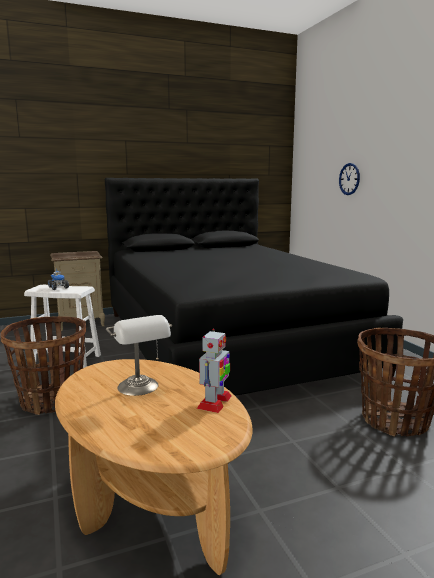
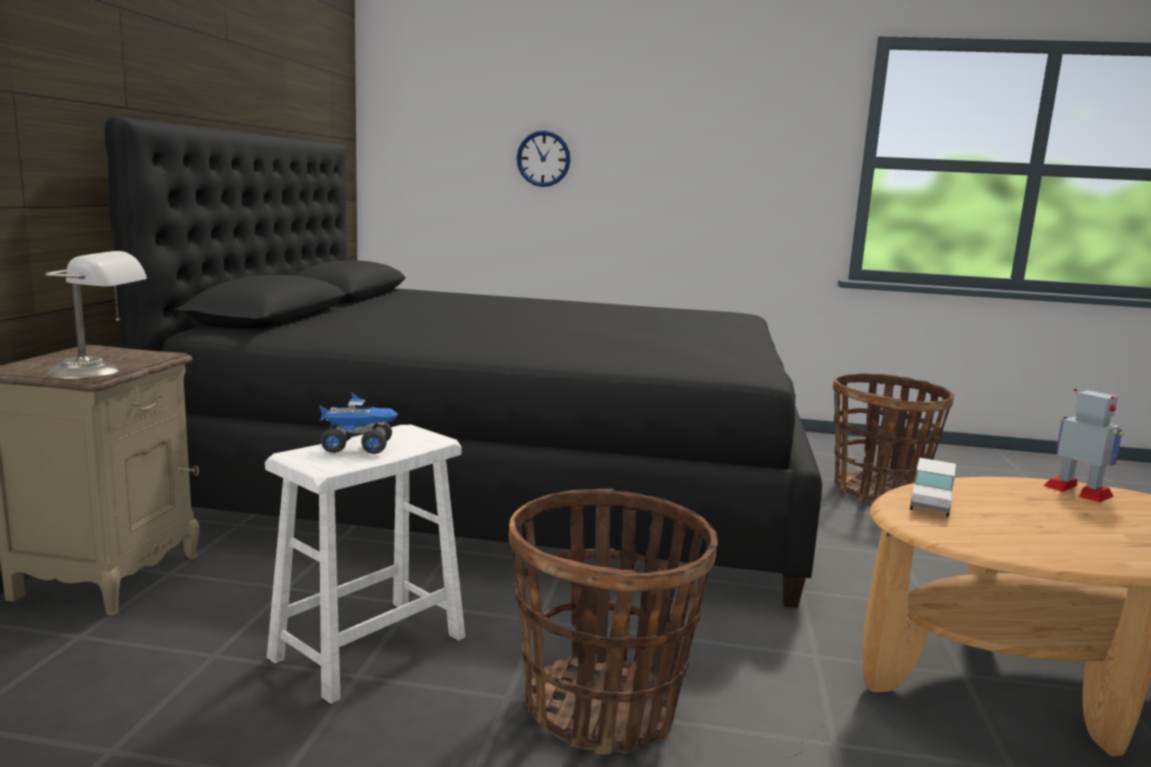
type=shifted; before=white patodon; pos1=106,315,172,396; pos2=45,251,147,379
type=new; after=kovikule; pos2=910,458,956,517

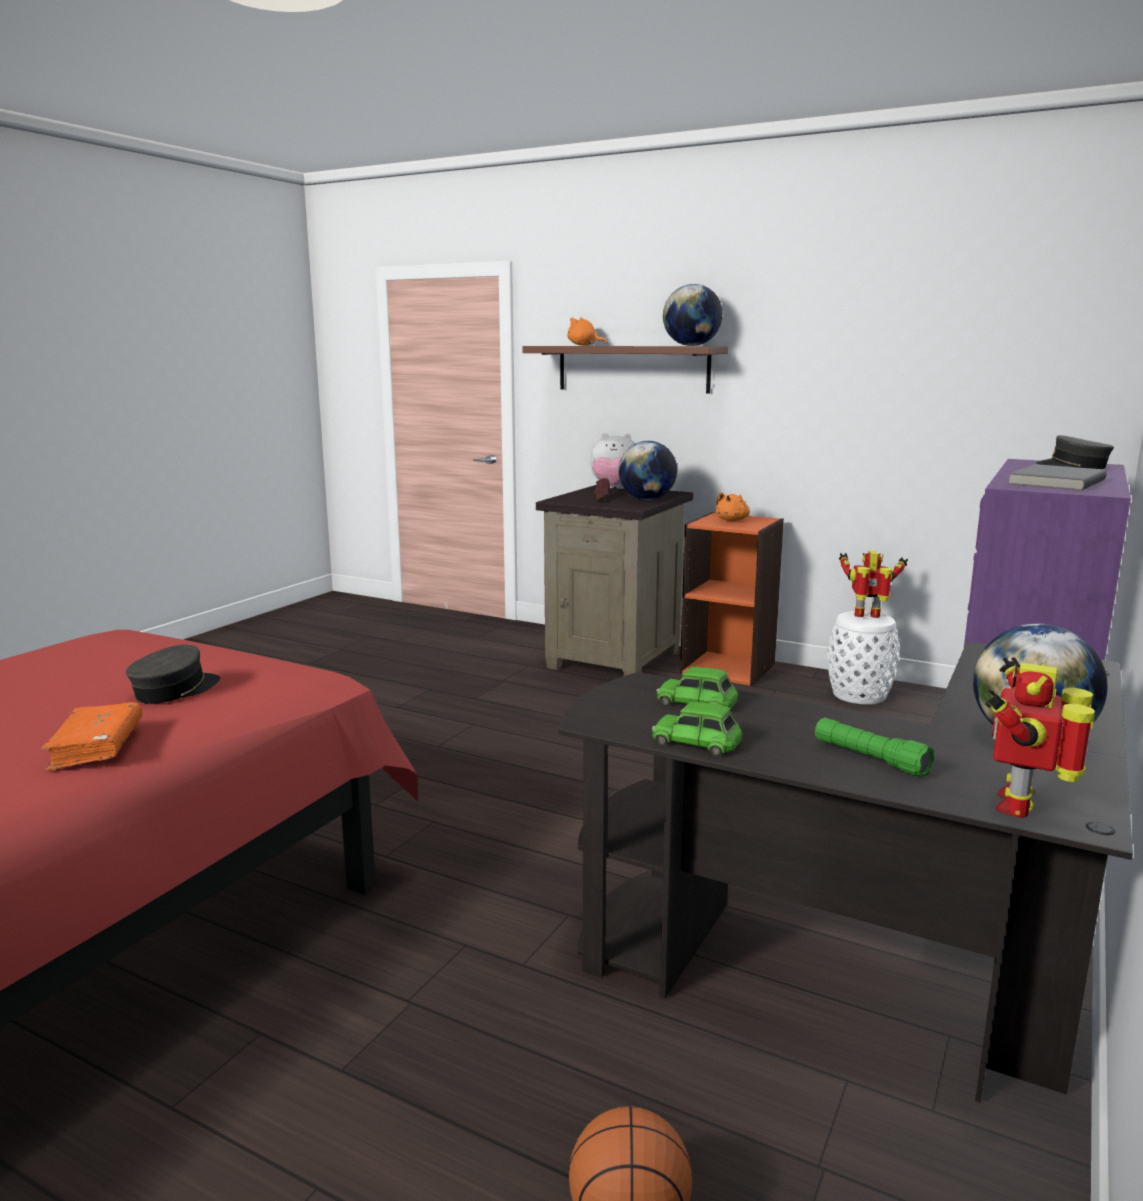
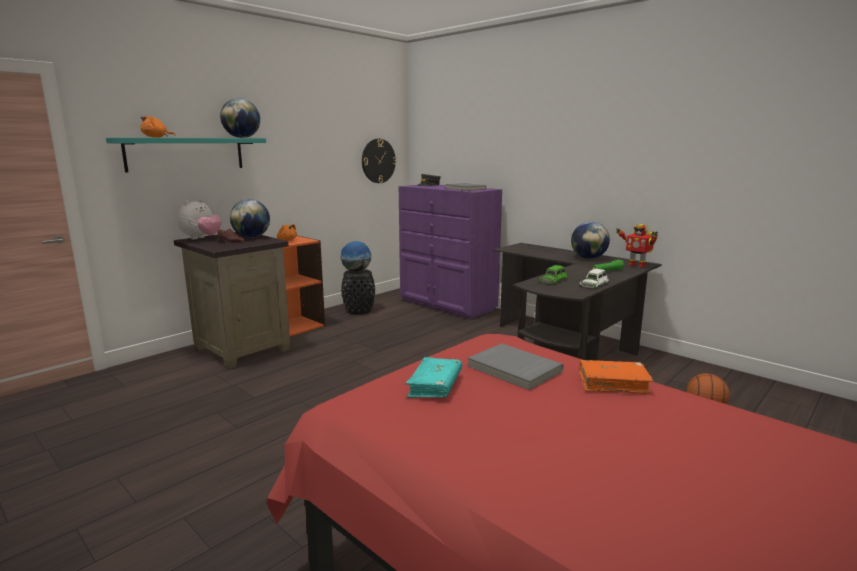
type=repainted; before=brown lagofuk; after=turquoise lagofuk; pos1=522,346,728,393; pos2=106,138,266,172
type=swapped; before=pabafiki; after=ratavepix; pos1=839,551,908,618; pos2=341,241,371,272
type=repainted; before=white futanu; after=black futanu; pos1=827,611,900,705; pos2=341,269,375,315
type=new; after=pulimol; pos2=362,139,396,183
type=new; after=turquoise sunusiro; pos2=406,357,462,398
type=swapped; before=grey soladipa; after=grey sunusiro; pos1=126,644,220,704; pos2=468,343,563,390
type=repainted; before=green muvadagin; after=white muvadagin; pos1=652,701,743,756; pos2=580,269,609,289

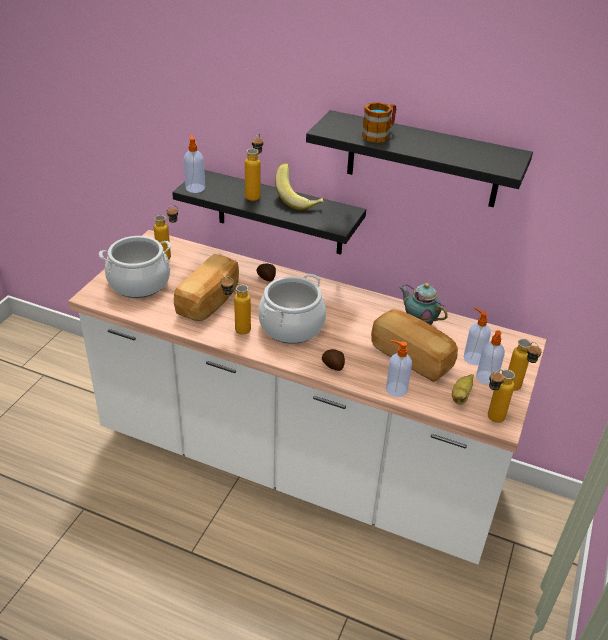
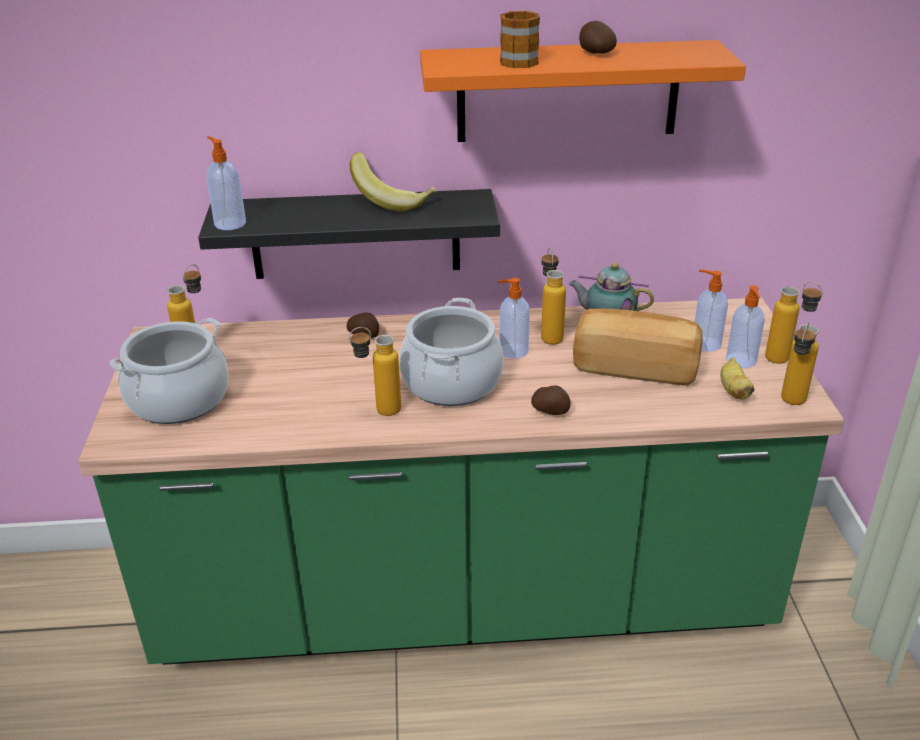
type=repainted; before=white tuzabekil; after=green tuzabekil; pos1=68,230,547,564; pos2=78,297,844,665
type=repainted; before=black lagofuk; after=orange lagofuk; pos1=306,110,533,207; pos2=420,40,746,142
type=shifted; before=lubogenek; pos1=386,340,412,397; pos2=497,278,530,359
type=shifted; before=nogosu; pos1=245,133,263,201; pos2=541,248,566,345
type=new; after=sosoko; pos2=579,21,617,54
type=gone; before=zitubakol; pos1=174,254,239,321

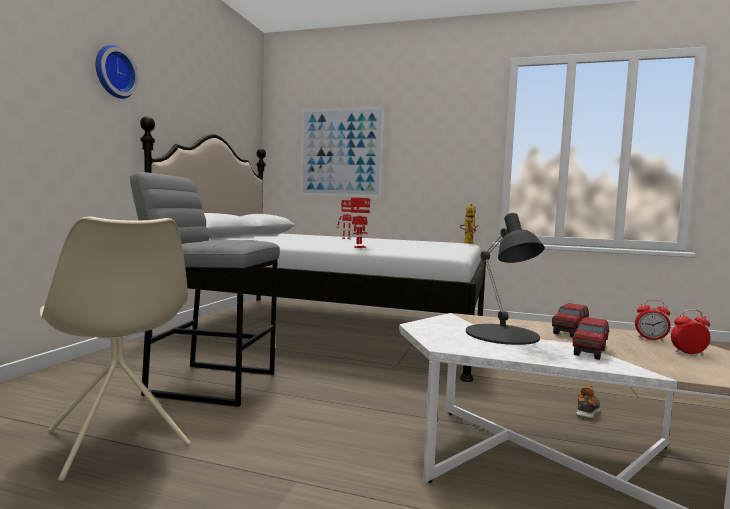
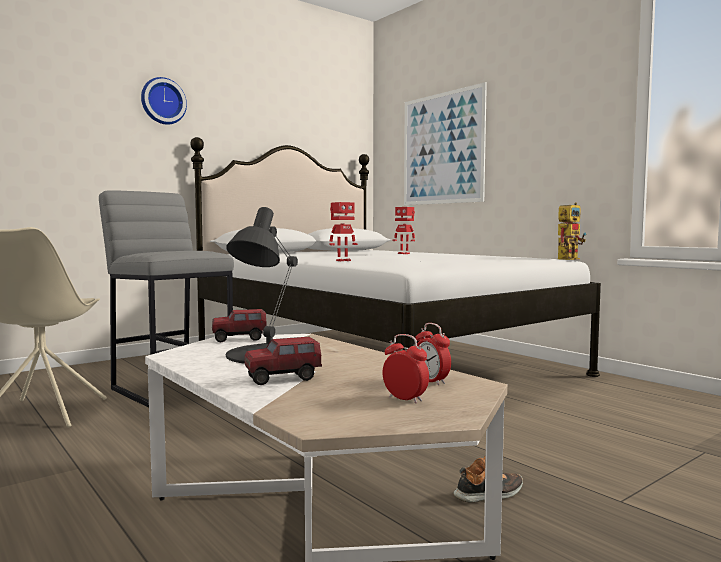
type=shifted; before=kovikule; pos1=552,303,589,337; pos2=212,309,267,342

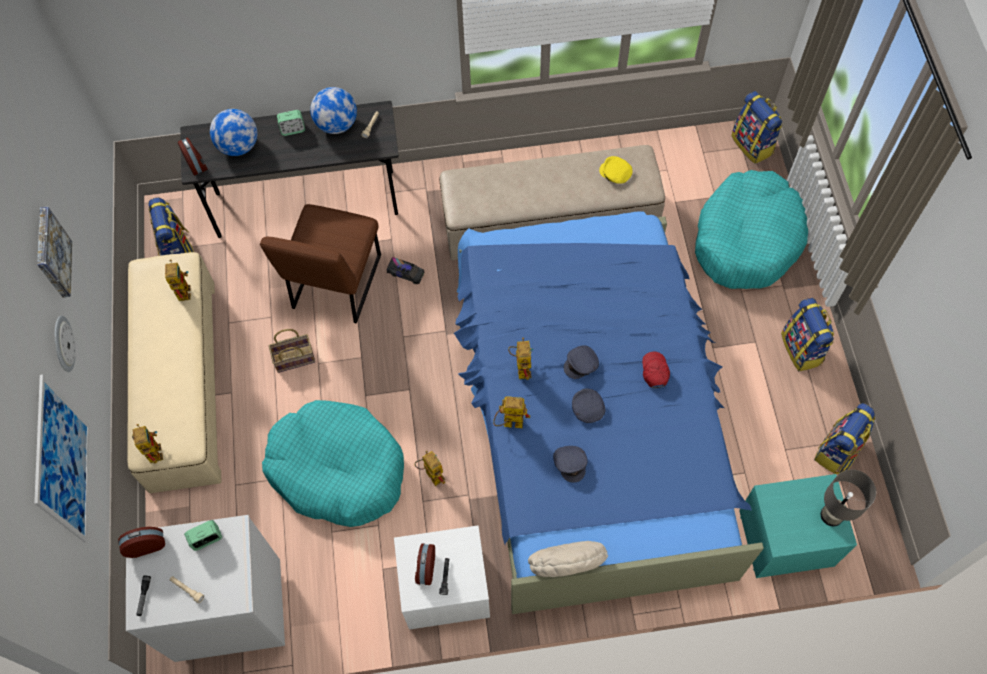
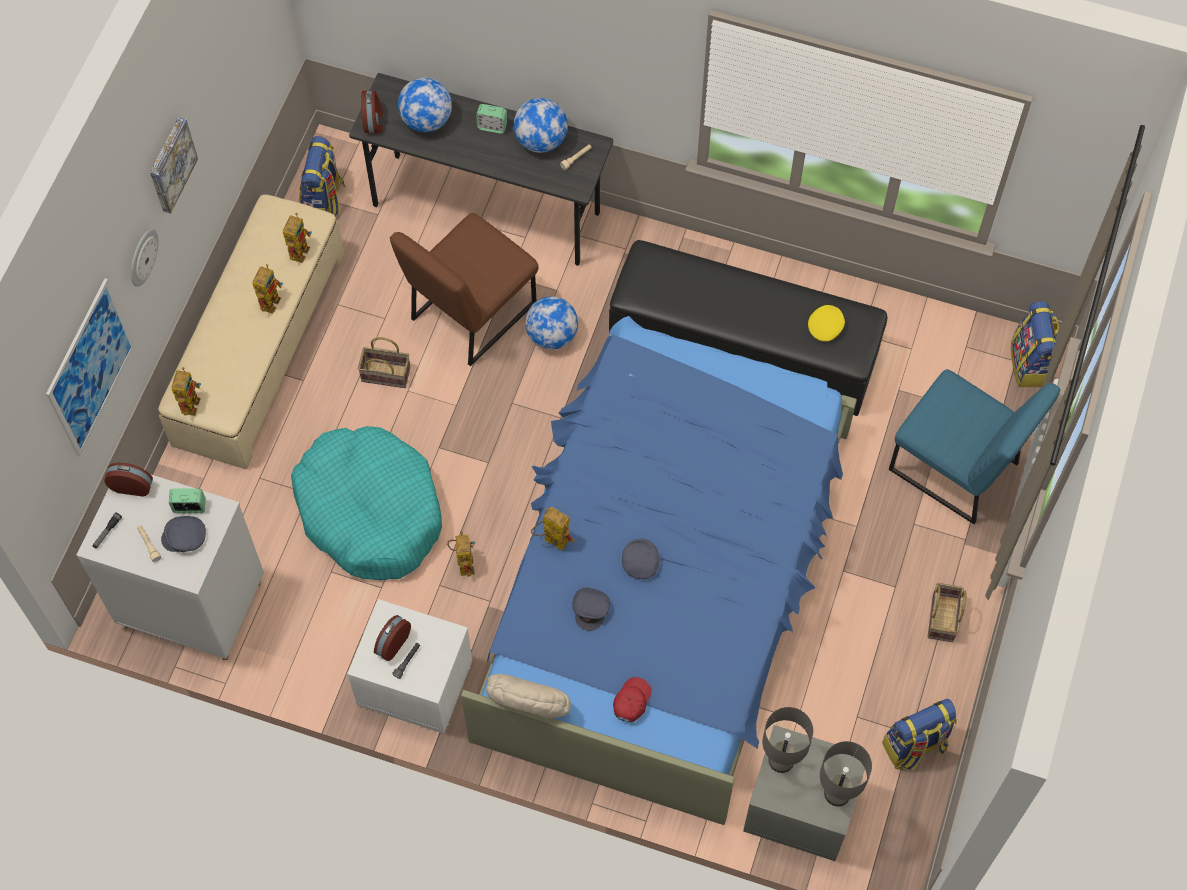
type=shifted; before=grey soladipa; pos1=564,345,599,379; pos2=161,516,206,552
type=shifted; before=pabafiki; pos1=508,338,533,380; pos2=252,264,283,314
type=swapped; before=kovikule; after=ratavepix; pos1=387,257,424,284; pos2=525,296,578,349
type=repainted; before=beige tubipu; after=black tubipu; pos1=439,145,665,260; pos2=609,240,888,416
type=shifted; before=red soladipa; pos1=642,352,670,388; pos2=613,677,651,722
type=repainted; before=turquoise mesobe; after=grey mesobe; pos1=739,474,857,578; pos2=743,725,865,861
type=new; after=grey patodon; pos2=762,707,813,773
type=rotated; before=yellow soladipa; pos1=599,156,633,184; pos2=808,305,845,342; turn=75
type=swapped; before=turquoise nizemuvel; after=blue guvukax; pos1=695,170,808,289; pos2=889,369,1060,524
type=swapped; before=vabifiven; after=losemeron; pos1=781,298,834,371; pos2=928,583,966,642

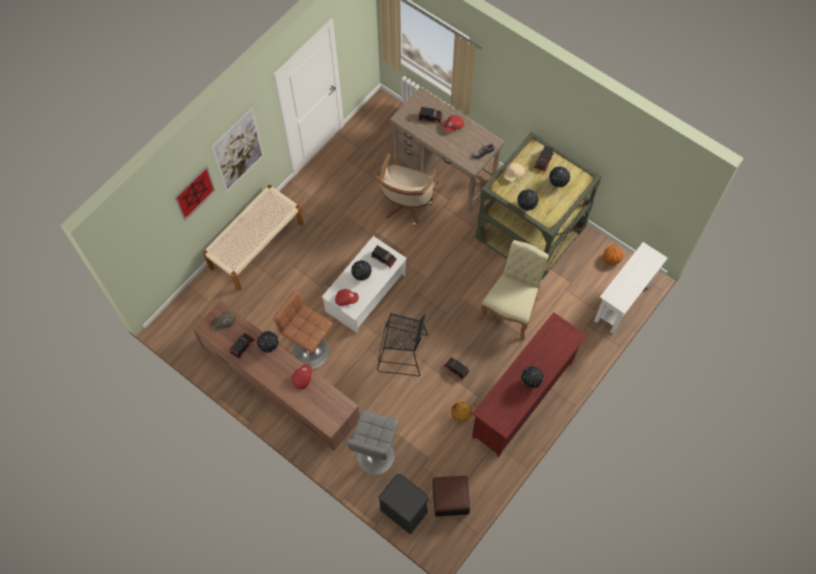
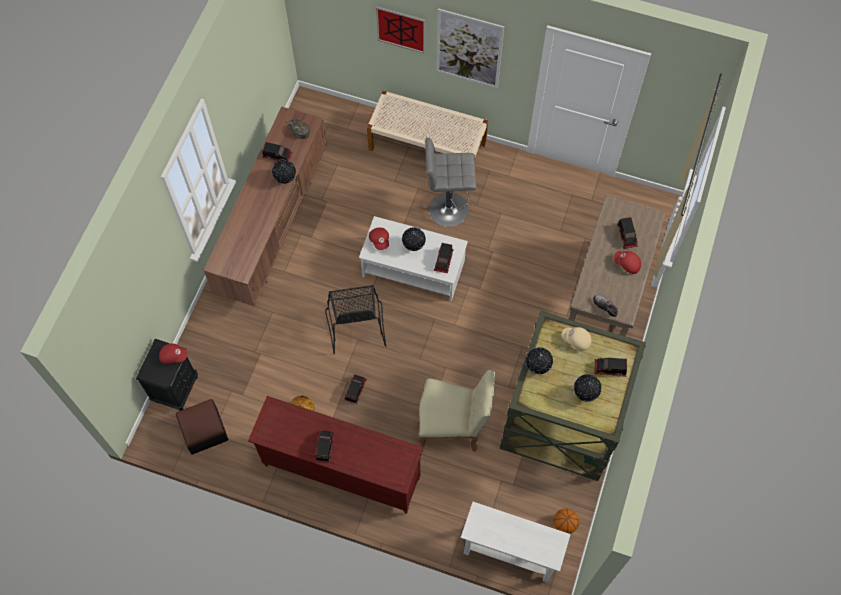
type=shifted; before=red soladipa; pos1=292,364,312,389; pos2=159,343,188,364
type=swapped; before=ratavepix; after=kovikule; pos1=521,366,543,388; pos2=315,430,336,462
type=shifted; before=grey futanu; pos1=346,409,399,475; pos2=425,138,476,227
type=gone; before=brown futanu; pos1=273,290,333,369
type=gone; before=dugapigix; pos1=374,153,438,226

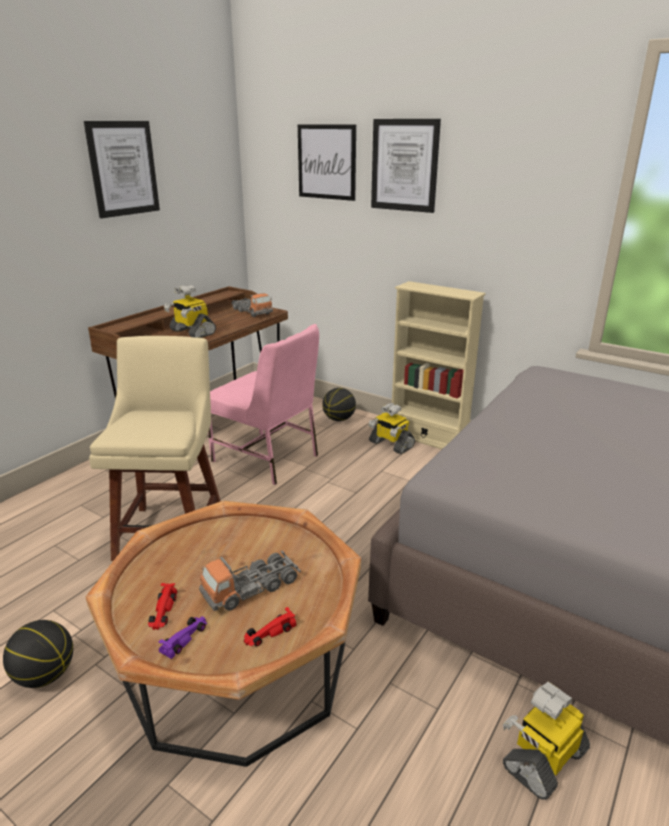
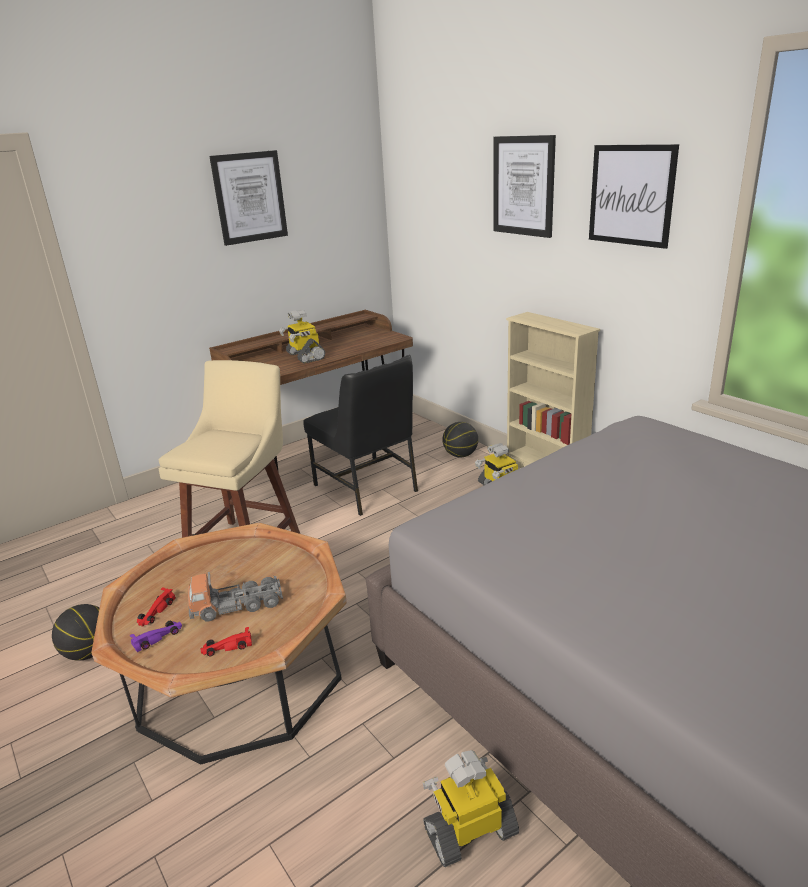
type=repainted; before=pink guvukax; after=black guvukax; pos1=208,324,319,485; pos2=303,355,418,516
type=shifted; before=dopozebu; pos1=298,124,356,201; pos2=589,144,679,249
type=gone; before=kovikule; pos1=231,293,273,317

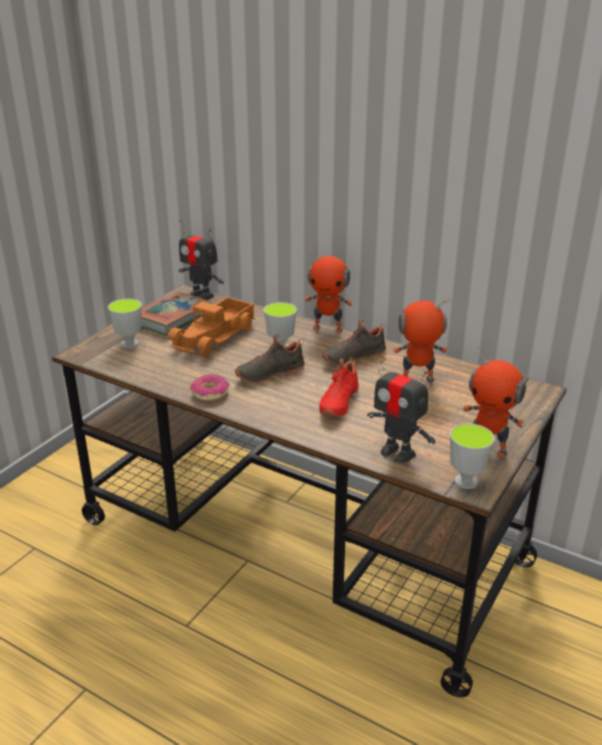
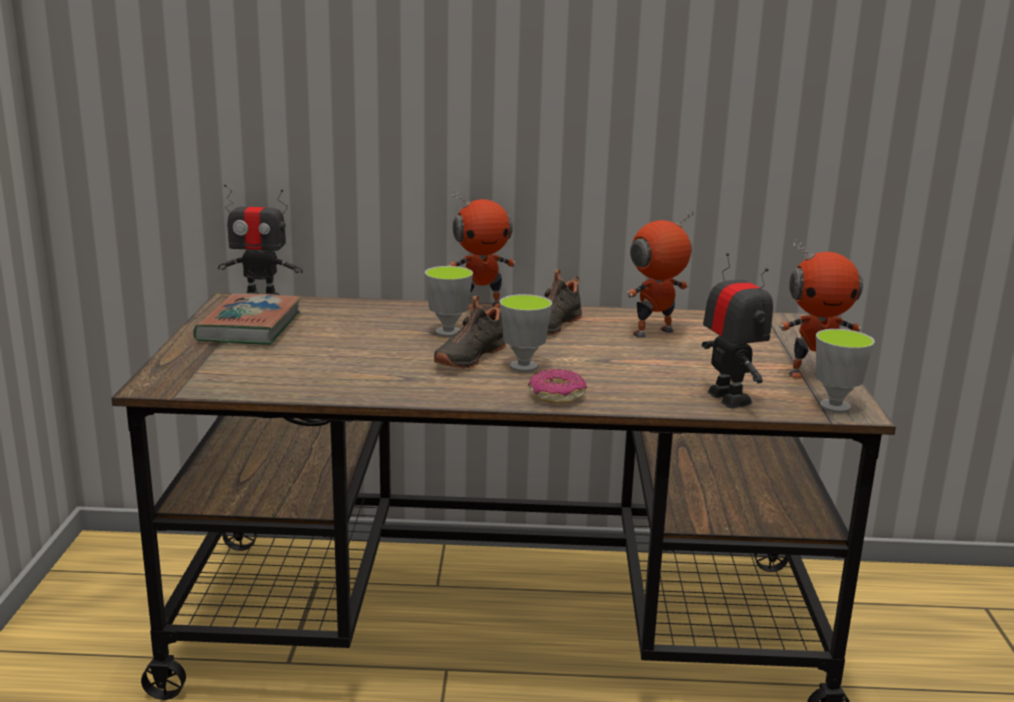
type=shifted; before=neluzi; pos1=108,299,142,348; pos2=500,294,552,372
type=shifted; before=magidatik; pos1=190,374,229,401; pos2=528,369,587,404
type=rotated; before=pabafiki; pos1=367,352,436,463; pos2=702,253,773,408; turn=-120
type=gone; before=kovikule; pos1=167,297,256,357
type=gone; before=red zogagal; pos1=319,357,359,417

